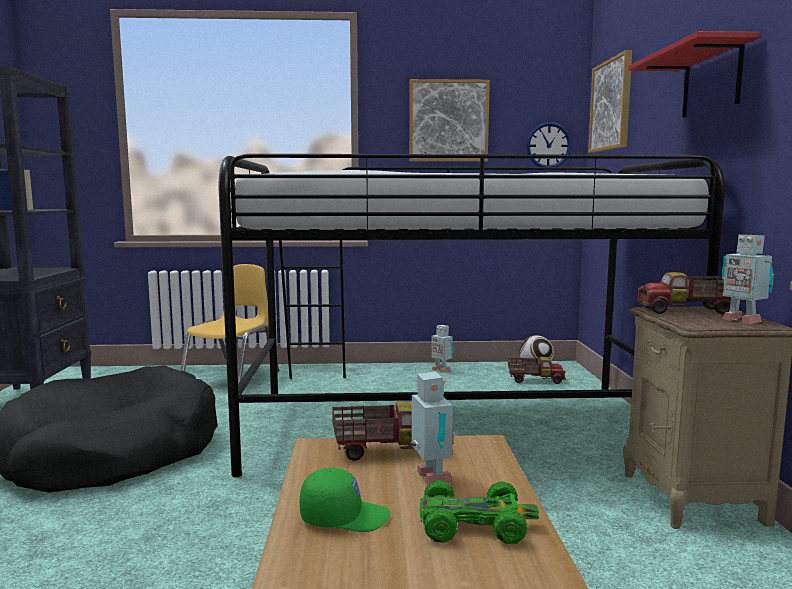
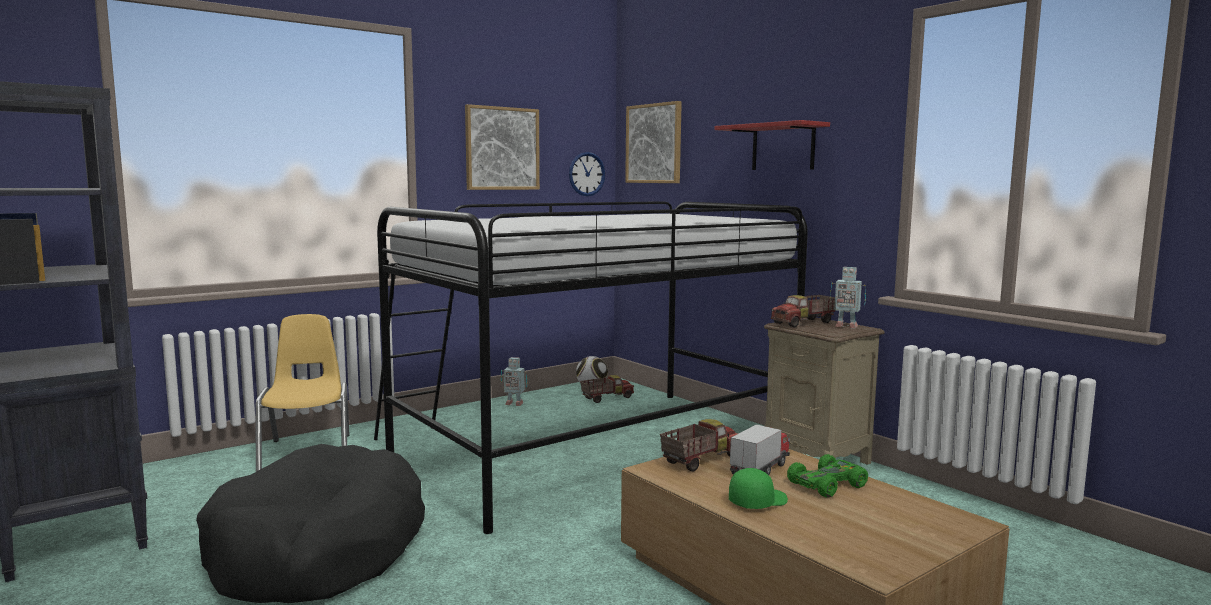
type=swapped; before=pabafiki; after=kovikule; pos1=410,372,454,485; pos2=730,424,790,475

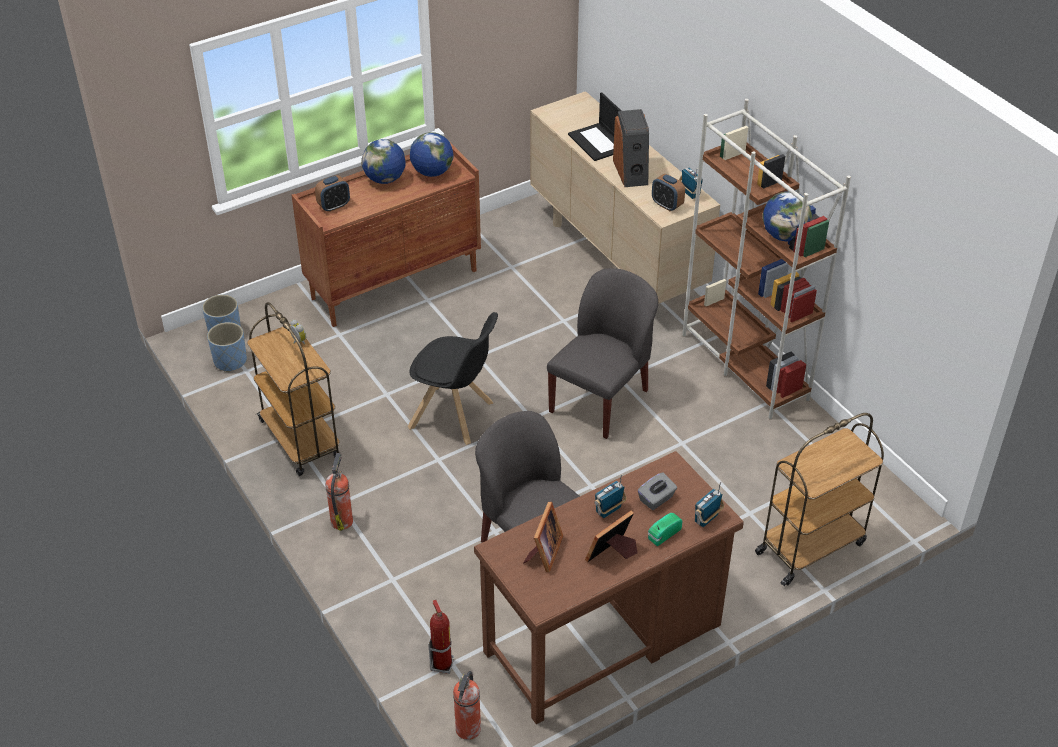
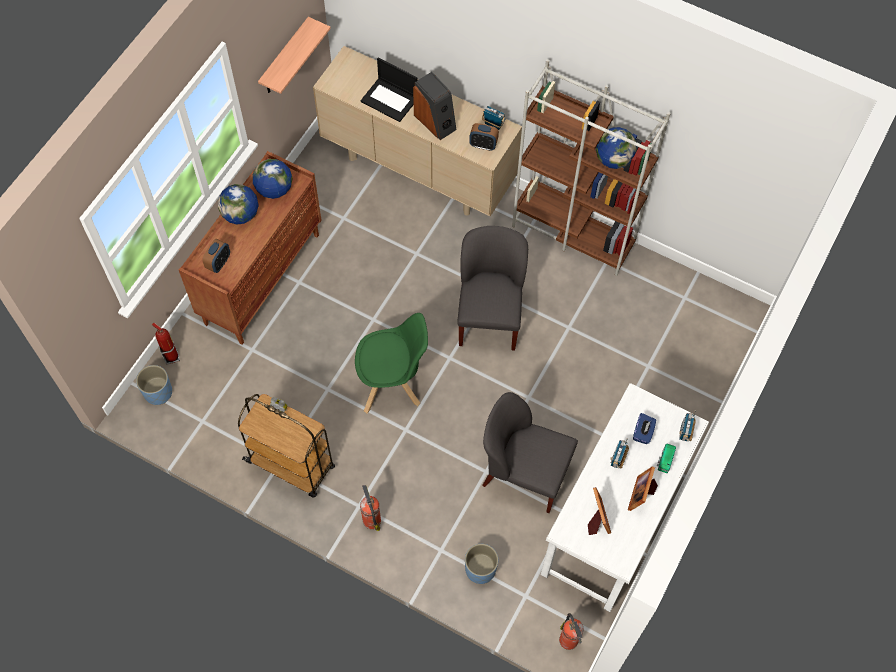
type=shifted; before=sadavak; pos1=428,600,454,674; pos2=152,323,180,365
type=new; after=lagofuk; pos2=258,17,331,94
type=repainted; before=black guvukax; after=green guvukax; pos1=408,312,498,445; pos2=355,313,428,413
type=shifted; before=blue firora; pos1=207,322,247,372; pos2=465,544,498,584
type=repainted; before=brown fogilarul; after=white fogilarul; pos1=474,451,744,724; pos2=541,383,709,612
type=repainted; before=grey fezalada; after=blue fezalada; pos1=638,472,677,510; pos2=633,413,656,444
type=gone; before=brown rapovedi; pos1=755,413,884,586

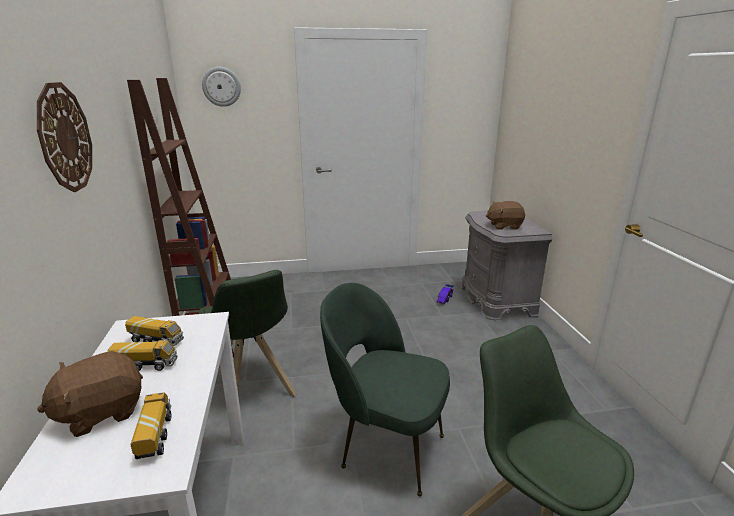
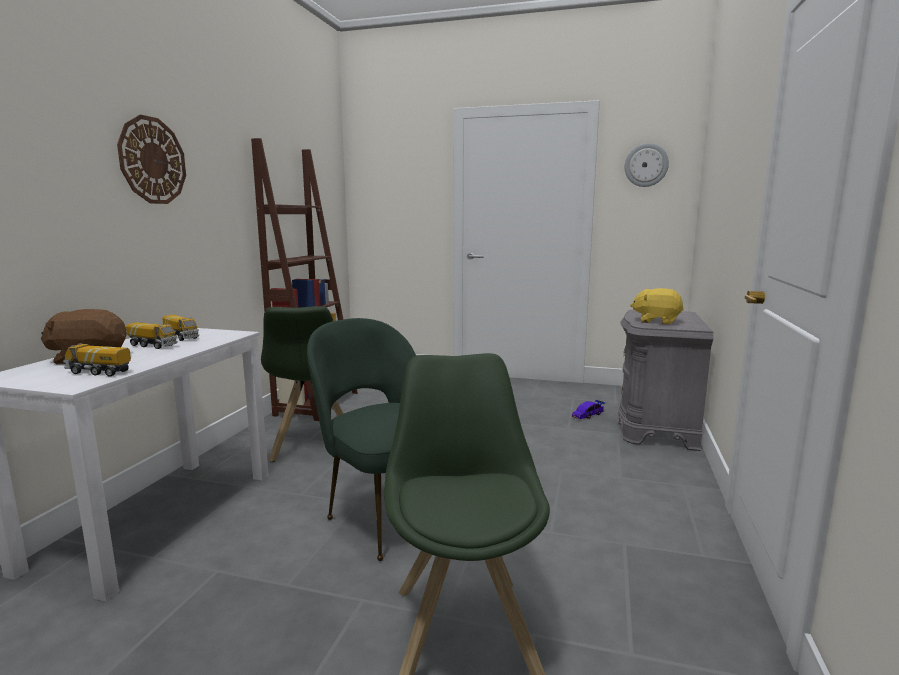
type=rotated; before=kovikule; pos1=130,392,171,459; pos2=63,343,131,377; turn=-90
type=shifted; before=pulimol; pos1=202,67,241,107; pos2=625,143,669,187
type=repainted; before=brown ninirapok; after=yellow ninirapok; pos1=486,201,525,230; pos2=630,288,684,324

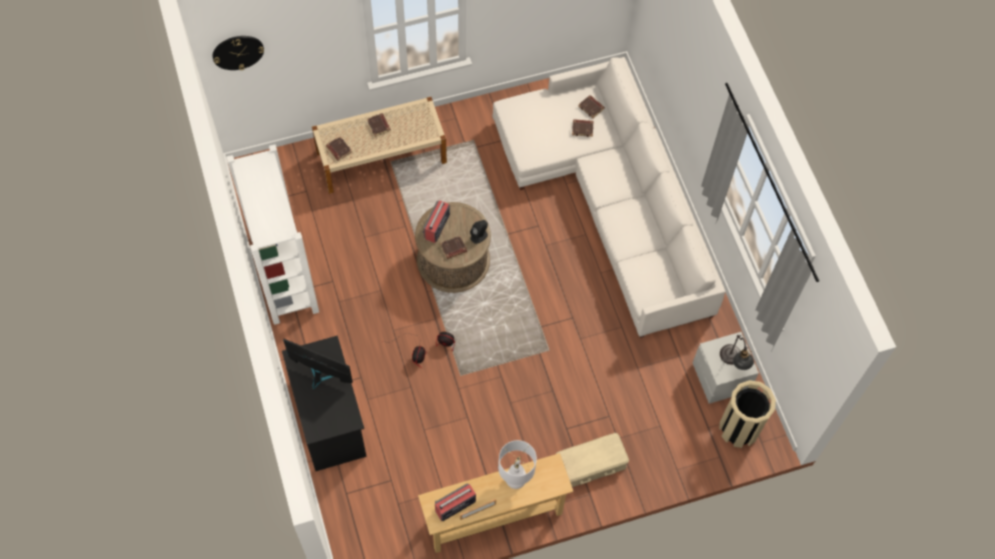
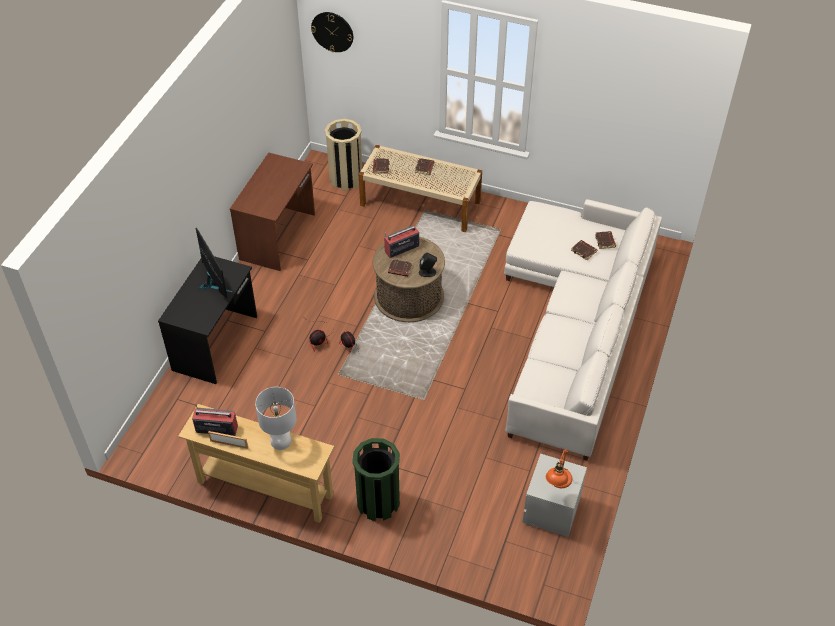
type=swapped; before=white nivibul; after=brown fogilarul; pos1=226,144,319,325; pos2=230,153,315,271
type=shifted; before=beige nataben; pos1=719,380,776,448; pos2=325,118,362,190
type=swapped; before=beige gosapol; after=green nataben; pos1=556,433,629,487; pos2=352,438,400,521
type=repainted; before=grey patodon; after=orange patodon; pos1=720,335,754,370; pos2=546,449,572,488

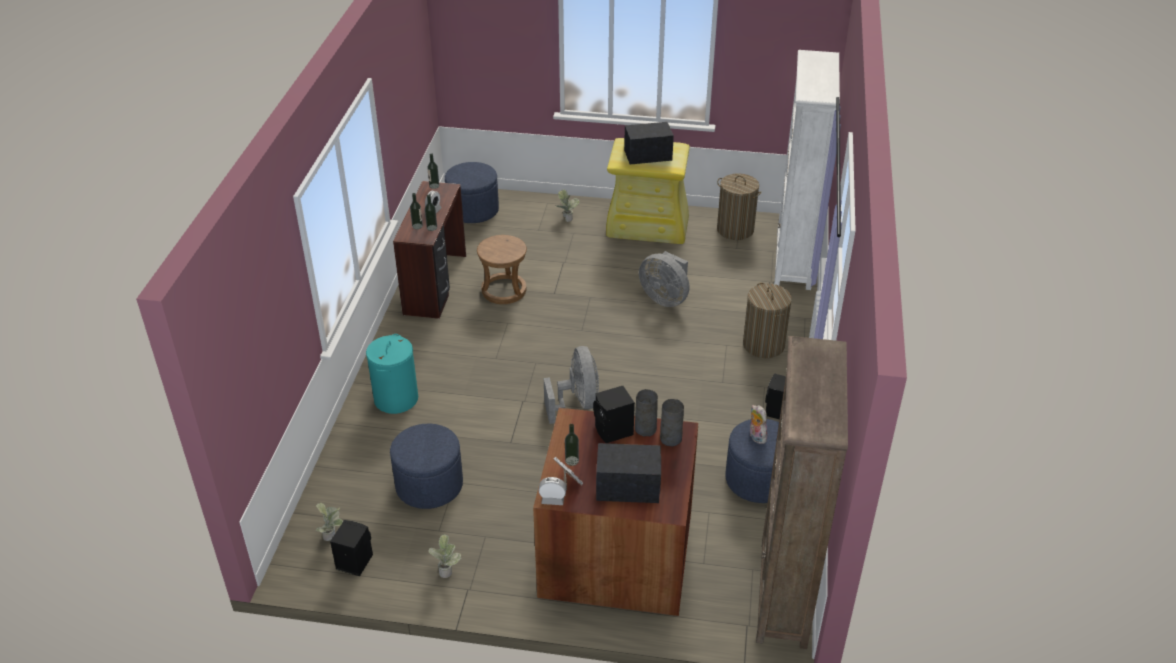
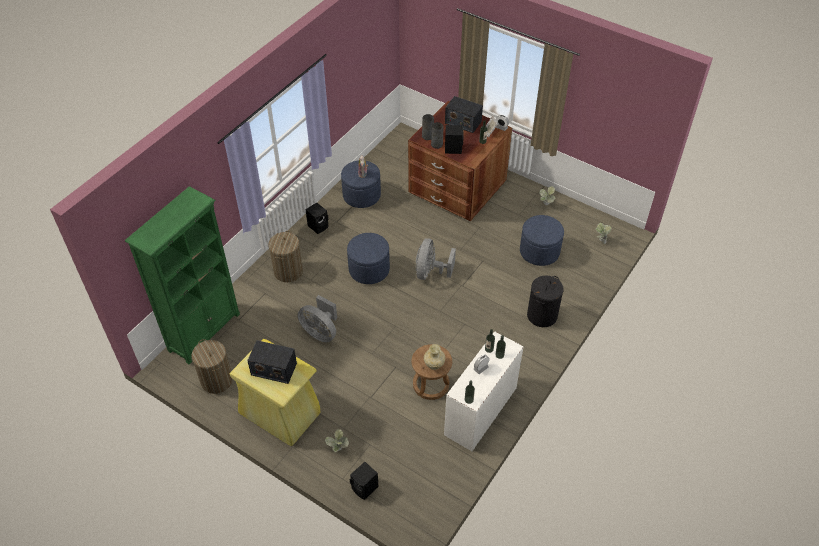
type=repainted; before=white nivibul; after=green nivibul; pos1=774,50,840,290; pos2=125,186,240,365
type=rotated; before=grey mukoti; pos1=639,251,689,307; pos2=298,295,337,342; turn=150
type=shifted; before=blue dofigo; pos1=445,162,499,223; pos2=347,233,390,284
type=shifted; before=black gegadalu; pos1=330,520,373,576; pos2=349,462,378,500
type=new; after=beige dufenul; pos2=424,344,445,370
type=repainted; before=brown fogilarul; after=white fogilarul; pos1=393,181,466,319; pos2=444,331,524,451
type=repainted; before=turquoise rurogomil; after=black rurogomil; pos1=366,334,418,414; pos2=527,275,564,327
type=gone; before=brown nivibul; pos1=756,336,848,649

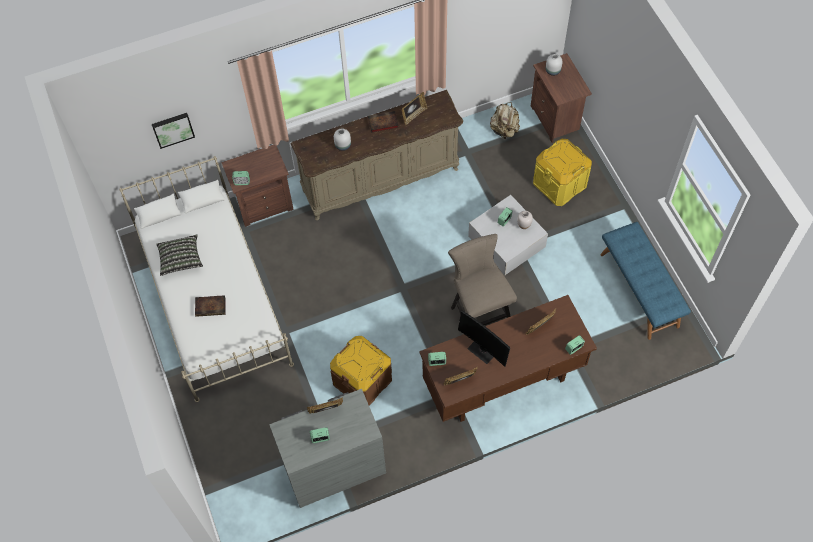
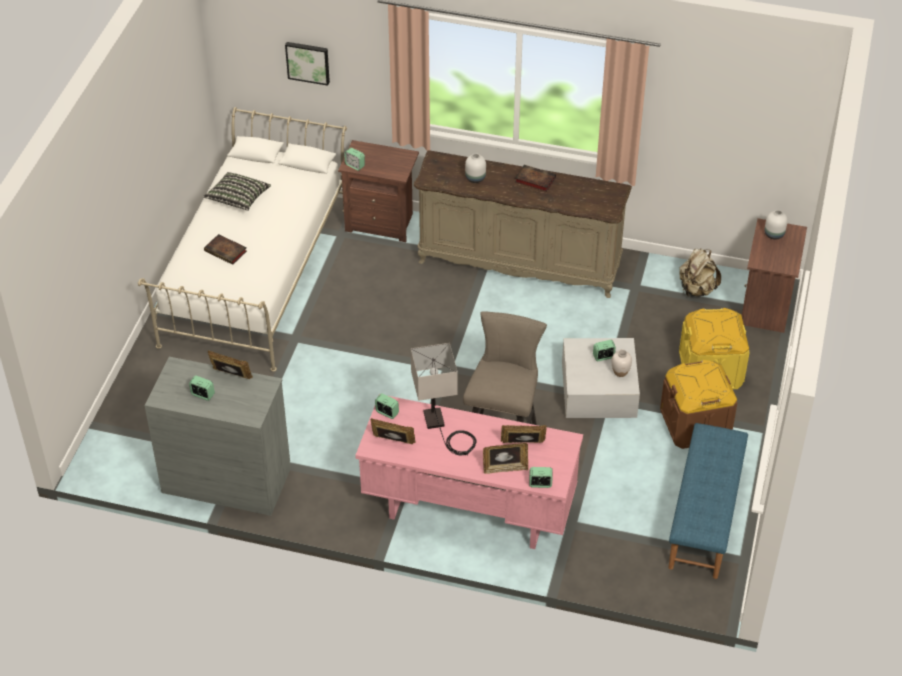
type=repainted; before=brown fogilarul; after=pink fogilarul; pos1=419,295,597,422; pos2=355,394,583,549
type=swapped; before=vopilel; after=patodon; pos1=458,311,510,367; pos2=411,343,477,455
type=shifted; before=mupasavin; pos1=402,92,428,125; pos2=483,443,528,474
type=shifted; before=brown gosapol; pos1=330,336,392,406; pos2=660,360,737,449

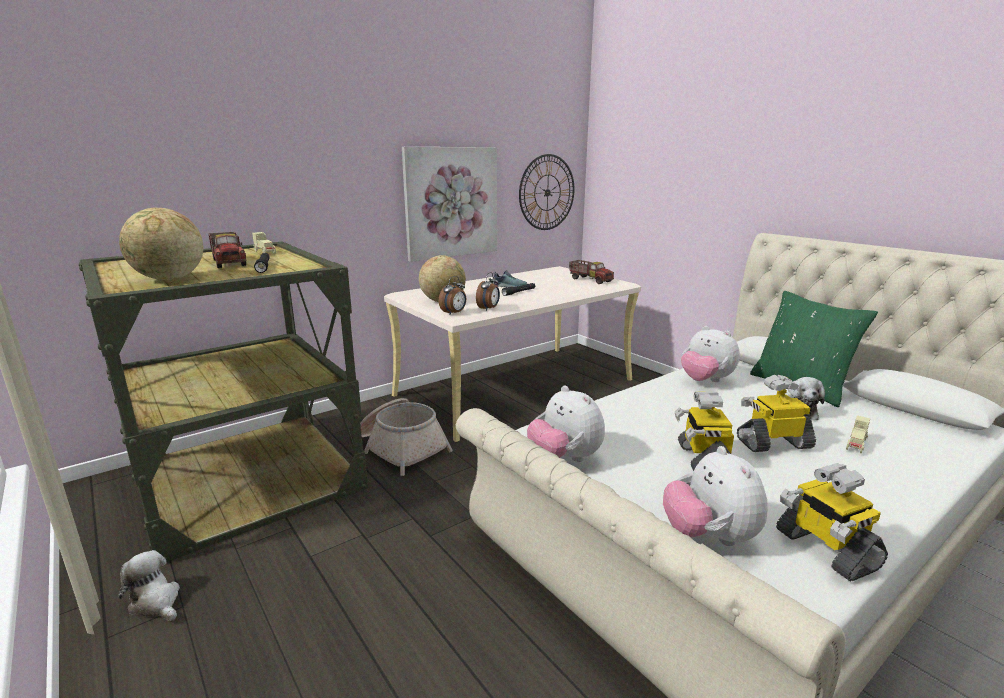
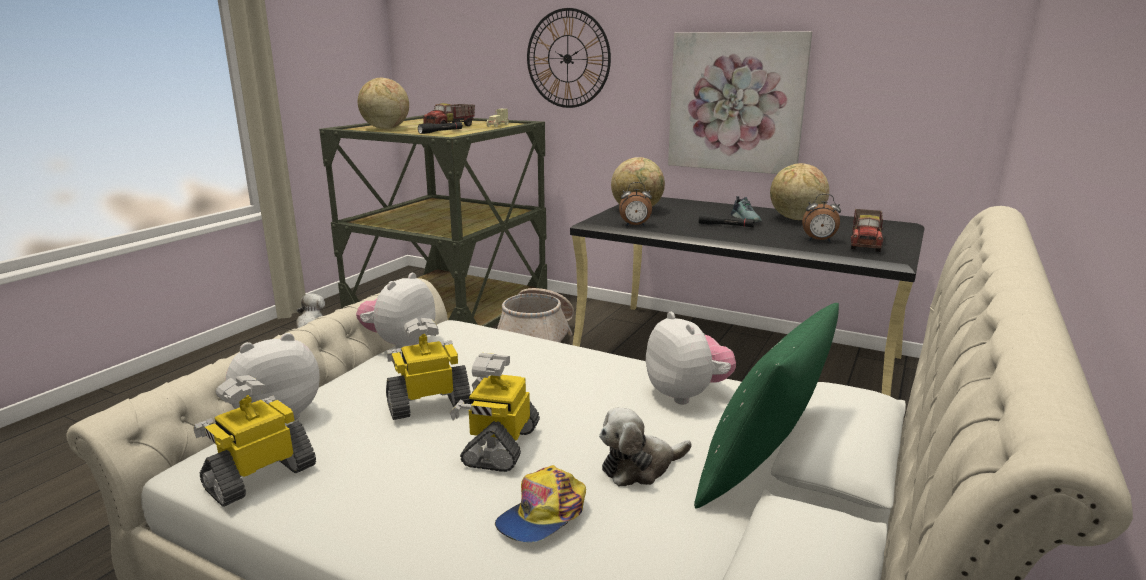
type=rotated; before=pabafiki; pos1=737,375,816,452; pos2=450,353,540,472; turn=-135
type=swapped; before=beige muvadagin; after=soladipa; pos1=846,415,870,454; pos2=495,465,586,543
type=shifted; before=pulimol; pos1=519,154,575,230; pos2=527,8,611,108
type=repainted; before=beige fogilarul; after=black fogilarul; pos1=384,266,641,442; pos2=570,197,925,396
type=rotated; before=ninirapok; pos1=681,326,740,382; pos2=646,312,736,405; turn=135
type=new; after=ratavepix; pos2=770,163,829,220
type=shifted; before=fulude; pos1=439,276,466,315; pos2=802,194,841,242

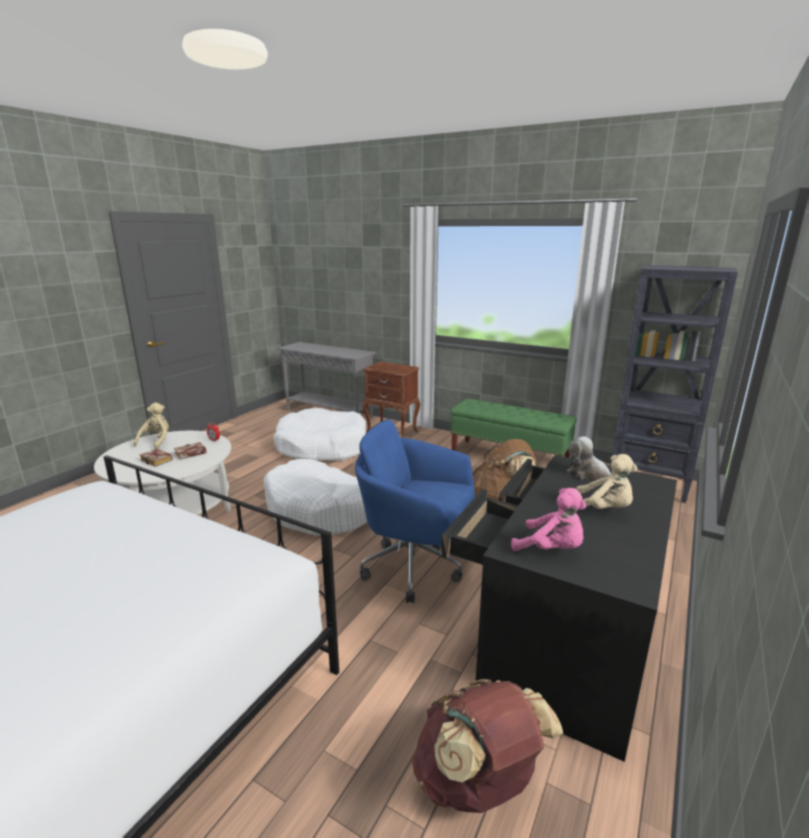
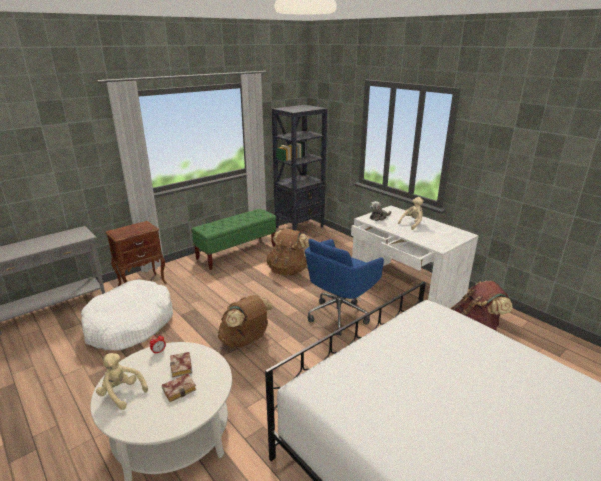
type=swapped; before=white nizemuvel; after=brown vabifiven; pos1=263,459,367,536; pos2=218,295,274,348
type=repainted; before=black fogilarul; after=white fogilarul; pos1=441,455,677,762; pos2=351,206,479,308
type=gone; before=pink ninirapok; pos1=511,488,586,551

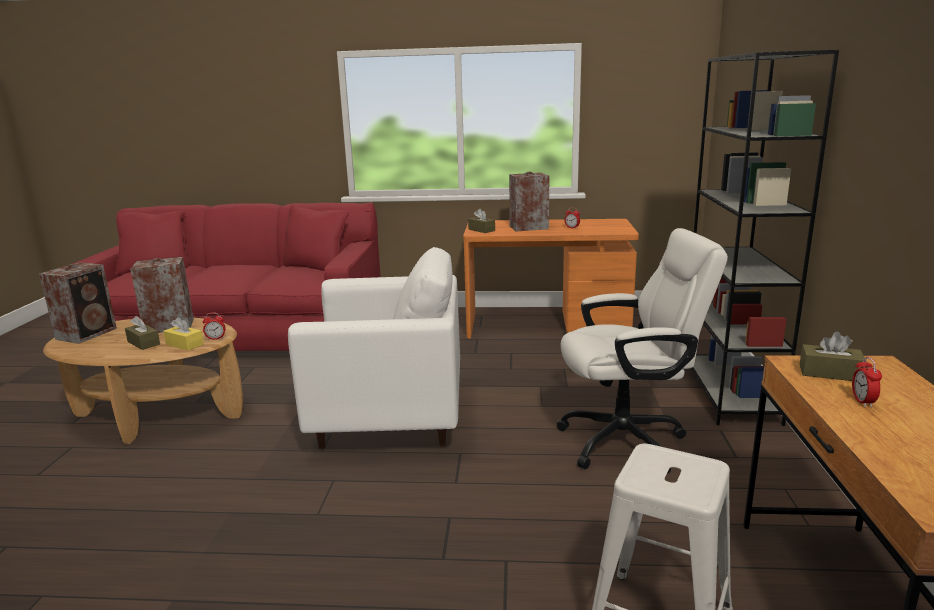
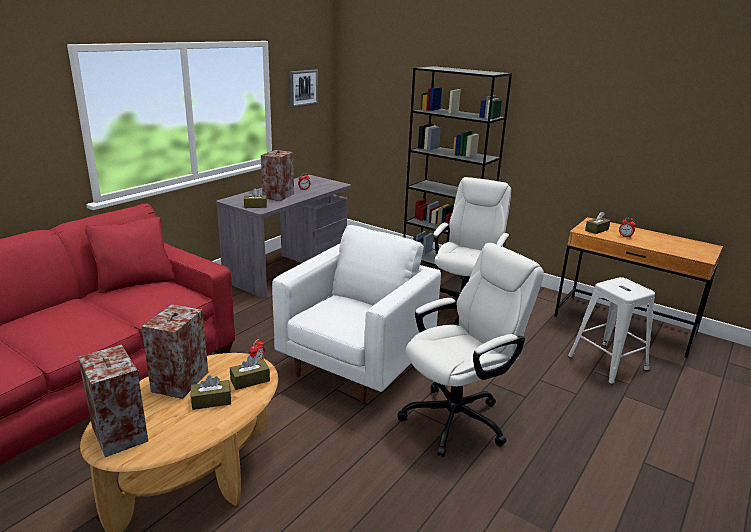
type=repainted; before=orange fogilarul; after=grey fogilarul; pos1=463,219,639,339; pos2=216,175,351,298
type=repainted; before=yellow fezalada; after=brown fezalada; pos1=163,317,204,351; pos2=230,356,270,390
type=new; after=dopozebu; pos2=290,70,318,108
type=new; after=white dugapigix; pos2=397,243,544,457

